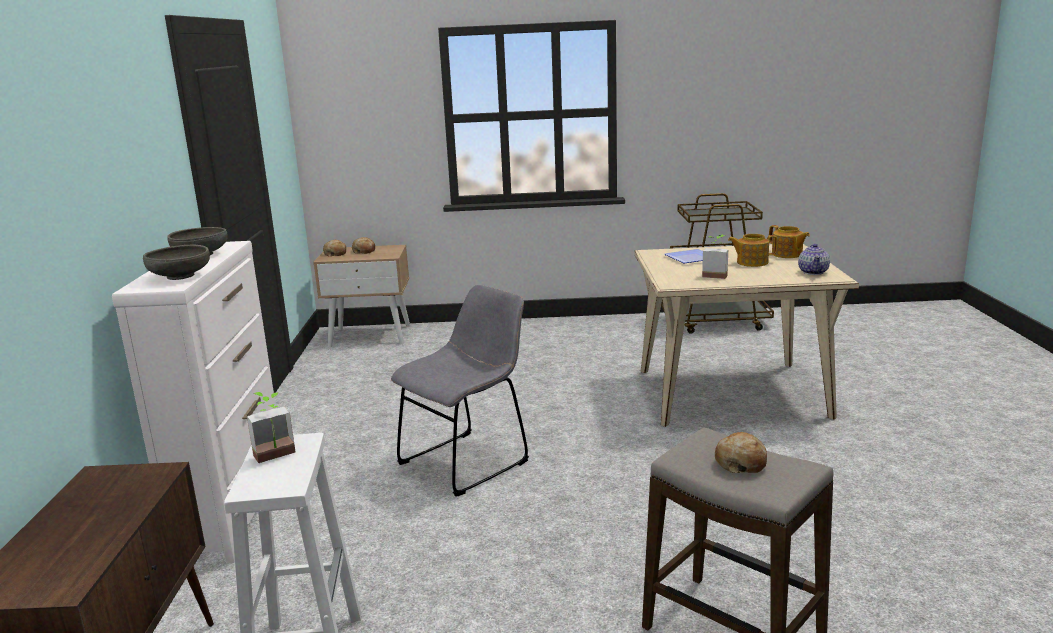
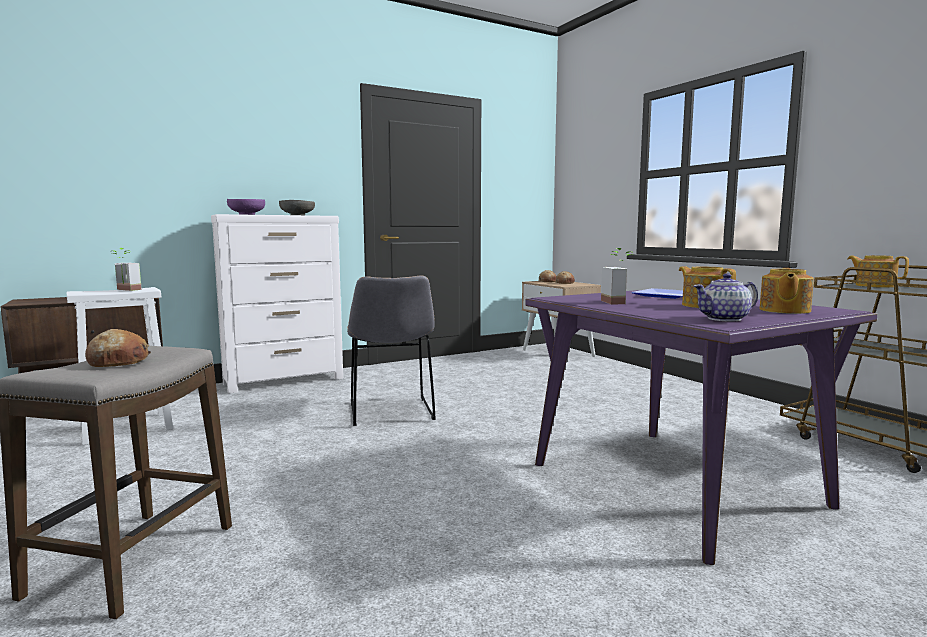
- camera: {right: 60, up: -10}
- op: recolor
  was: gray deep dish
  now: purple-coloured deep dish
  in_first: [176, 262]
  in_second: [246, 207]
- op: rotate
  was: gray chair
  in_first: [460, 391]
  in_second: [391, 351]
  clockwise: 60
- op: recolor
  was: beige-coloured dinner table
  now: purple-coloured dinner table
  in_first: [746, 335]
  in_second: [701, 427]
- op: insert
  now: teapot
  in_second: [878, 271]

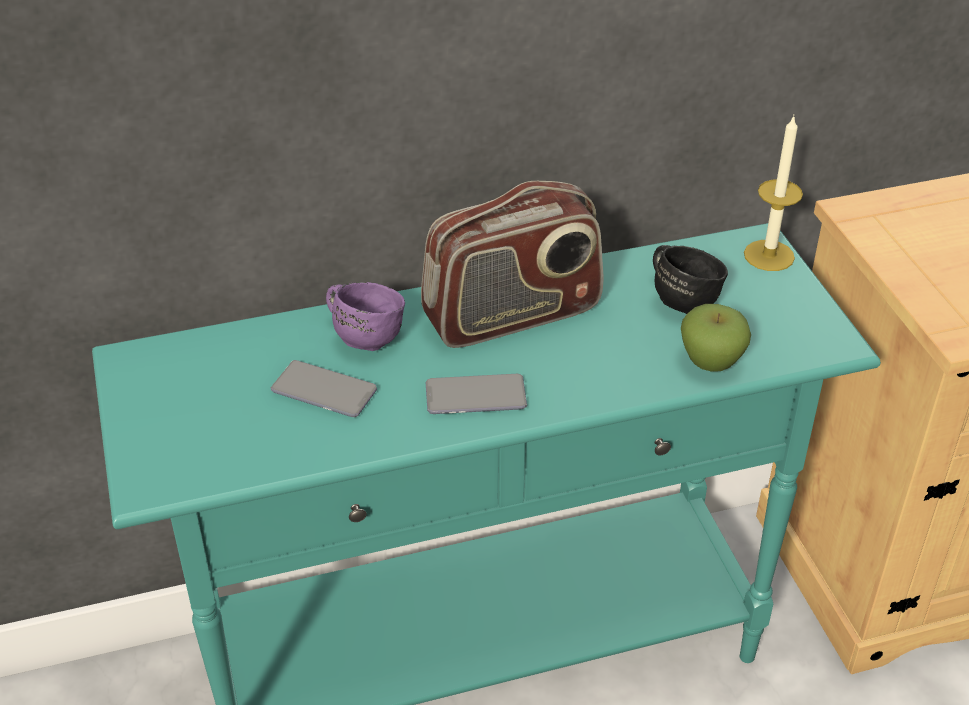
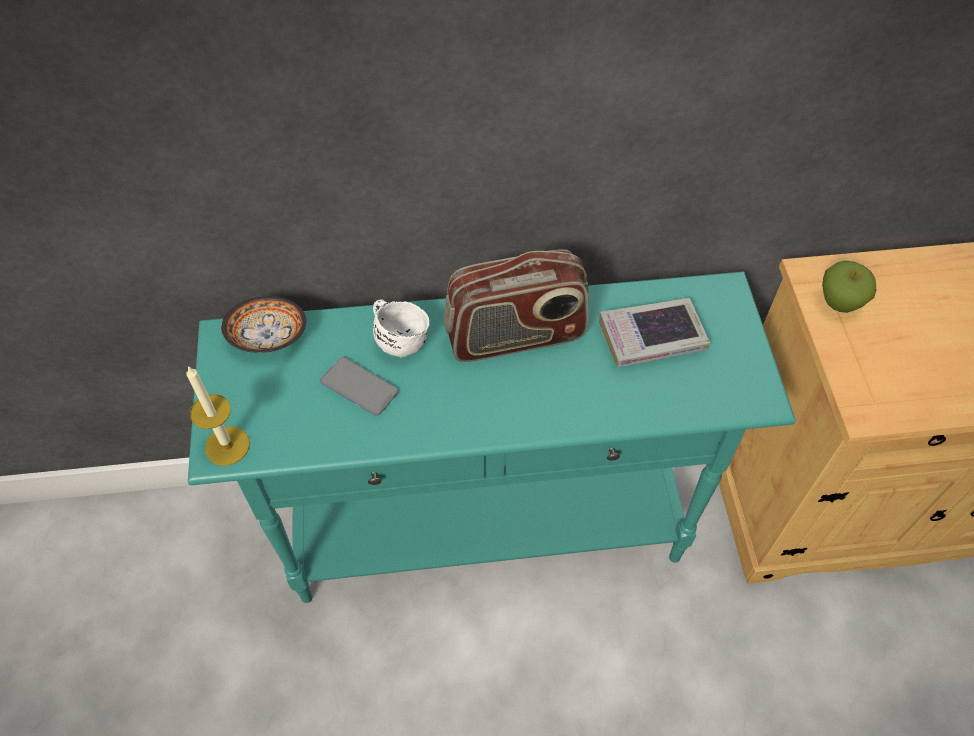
- camera: {right: 10, up: 15}
- op: move
  was: candle
  in_first: [773, 193]
  in_second: [218, 416]
- op: insert
  now: deep dish
  in_second: [263, 324]
- op: recolor
  was: purple-coloured coffee mug
  now: white coffee mug
  in_first: [365, 316]
  in_second: [401, 329]
- op: replace
  was: black coffee mug
  now: book
  in_first: [690, 279]
  in_second: [654, 332]
- op: move
  was: apple fruit
  in_first: [716, 338]
  in_second: [849, 286]
- op: delete
  was: telephone
  in_first: [476, 394]

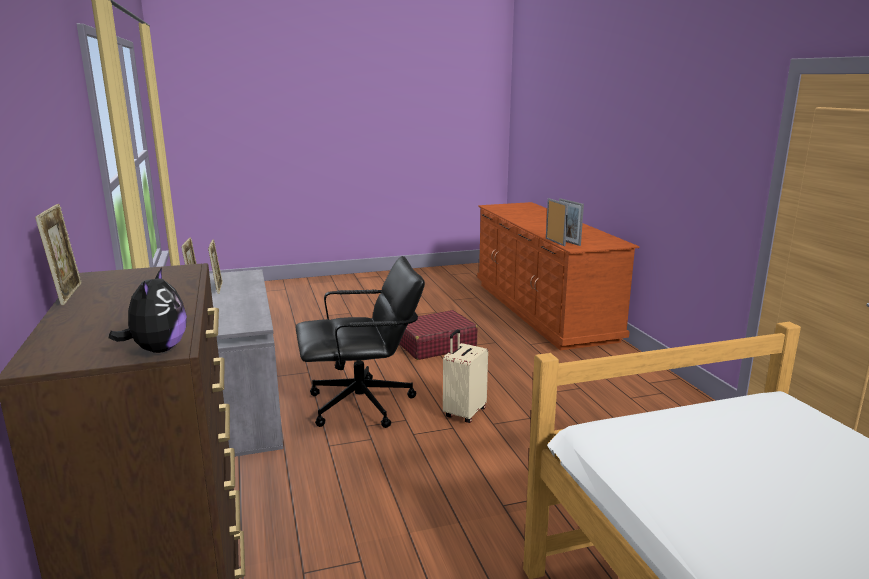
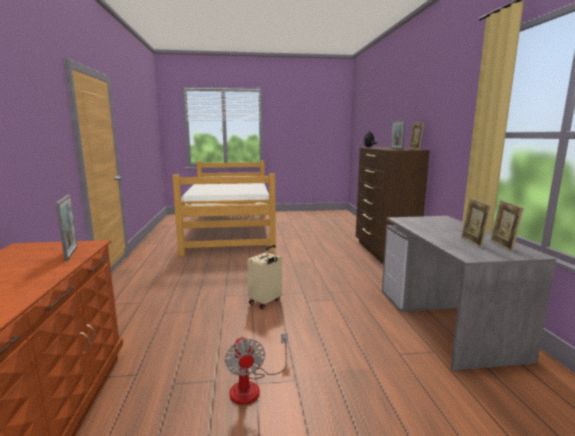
- camera: {right: -170, up: -5}
- op: replace
  was: reddish piece of luggage
  now: cooling fan
  in_first: [438, 335]
  in_second: [256, 369]
- op: move
  was: picture frame
  in_first: [557, 222]
  in_second: [398, 134]
- op: delete
  was: black desk chair
  in_first: [360, 342]

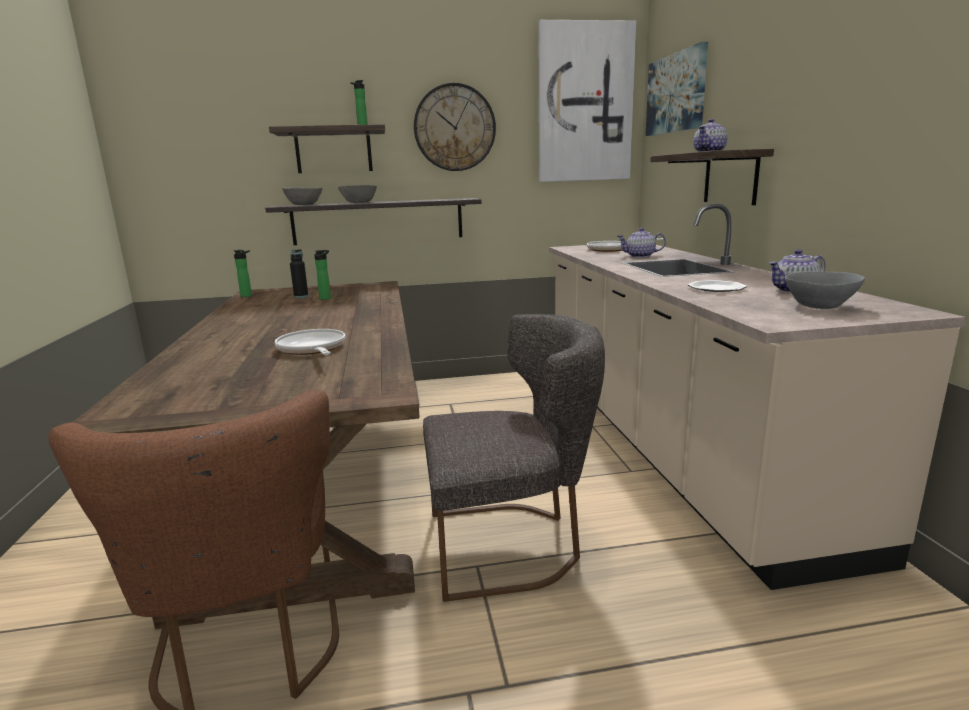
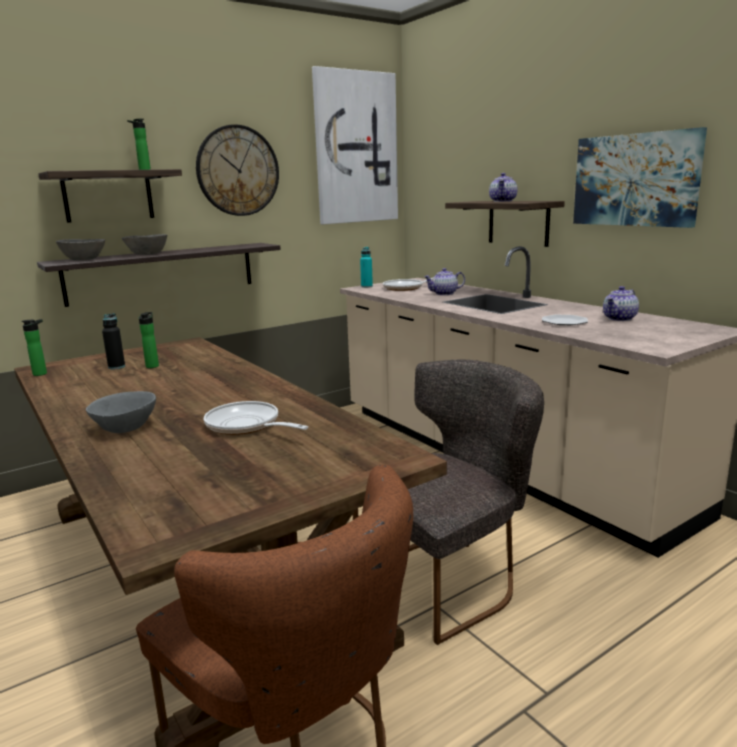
- camera: {right: -25, up: 0}
- op: move
  was: gray deep dish
  in_first: [825, 290]
  in_second: [121, 412]
- op: insert
  now: turquoise-coloured beverage bottle
  in_second: [366, 267]
- op: move
  was: picture
  in_first: [677, 89]
  in_second: [640, 177]

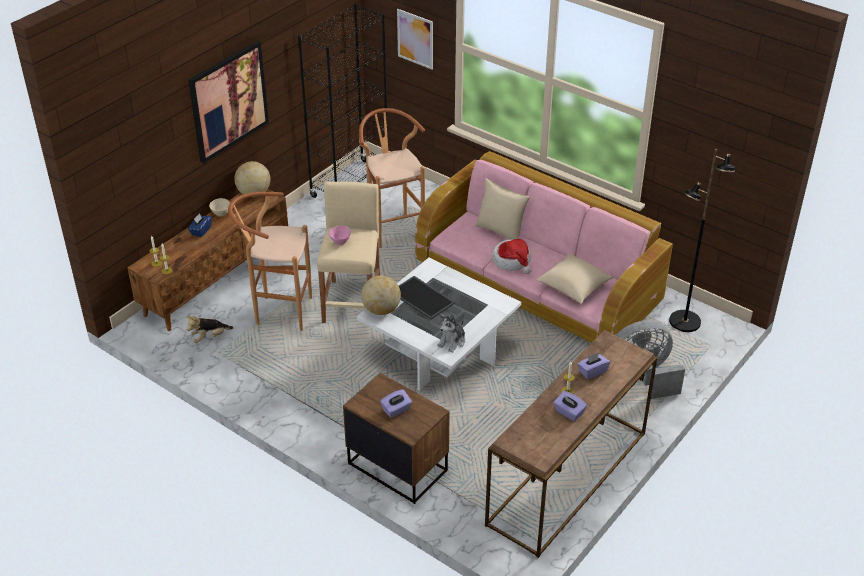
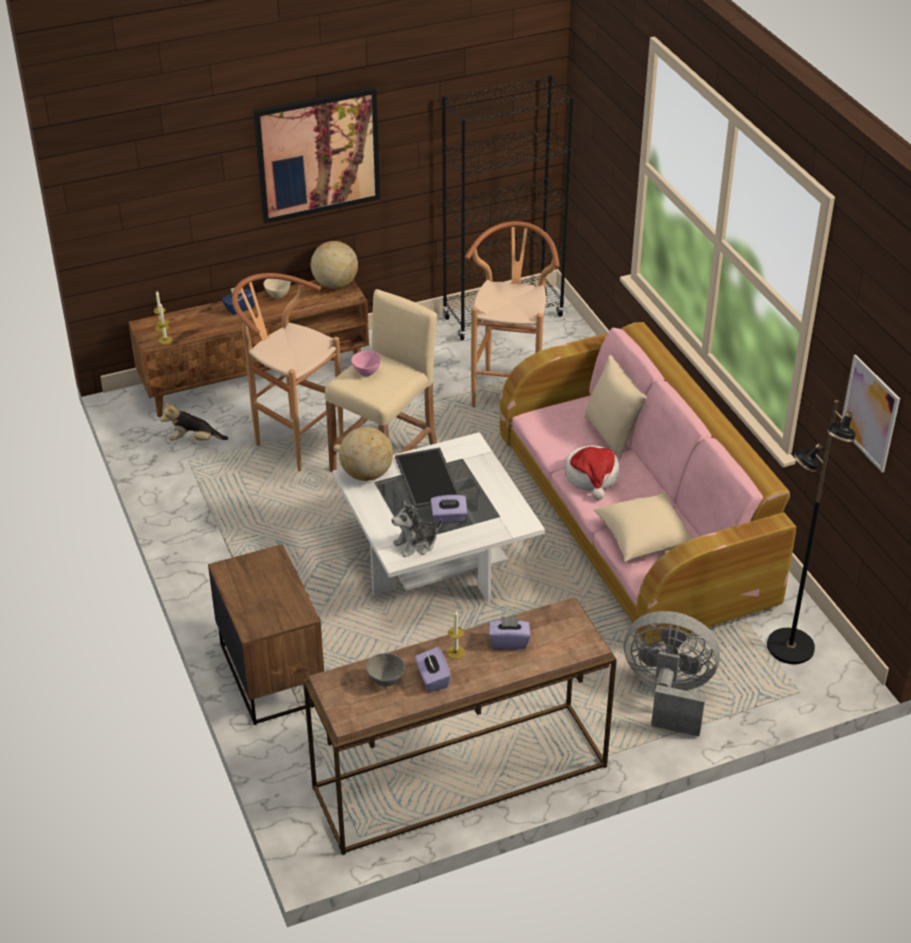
- camera: {right: 30, up: 0}
- op: insert
  now: gray deep dish
  in_second: [385, 670]
- op: move
  was: purple-coloured tissue box
  in_first: [396, 403]
  in_second: [449, 509]
- op: move
  was: picture
  in_first: [415, 39]
  in_second: [870, 413]

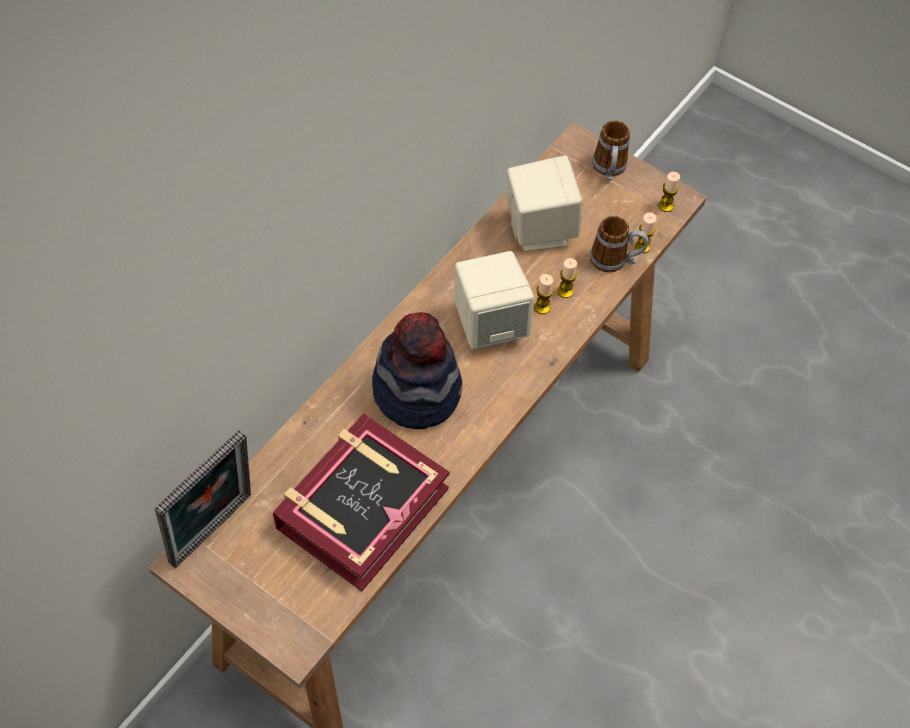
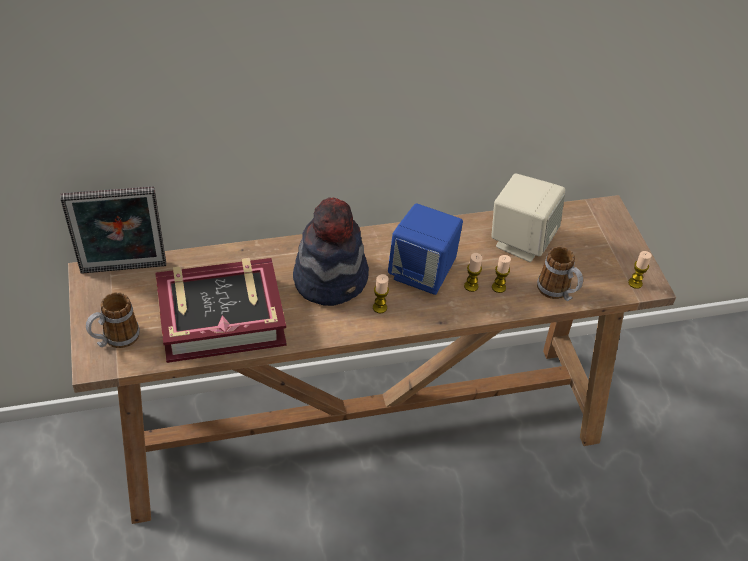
- camera: {right: 40, up: -10}
- op: move
  was: coffee mug
  in_first: [611, 150]
  in_second: [113, 320]
- op: move
  was: candle
  in_first: [646, 233]
  in_second: [381, 293]
- op: recolor
  was: beige-coloured speaker
  now: blue-coloured speaker
  in_first: [494, 300]
  in_second: [425, 249]

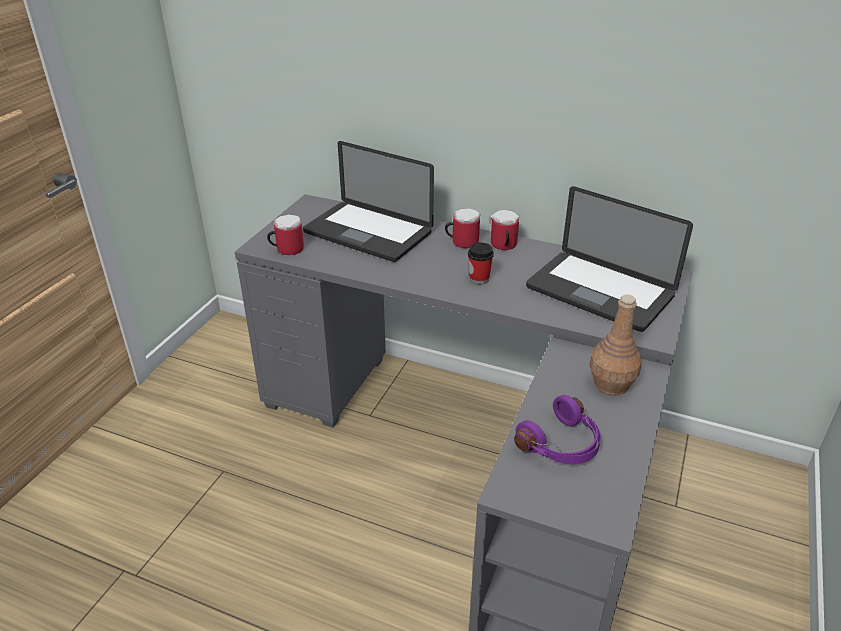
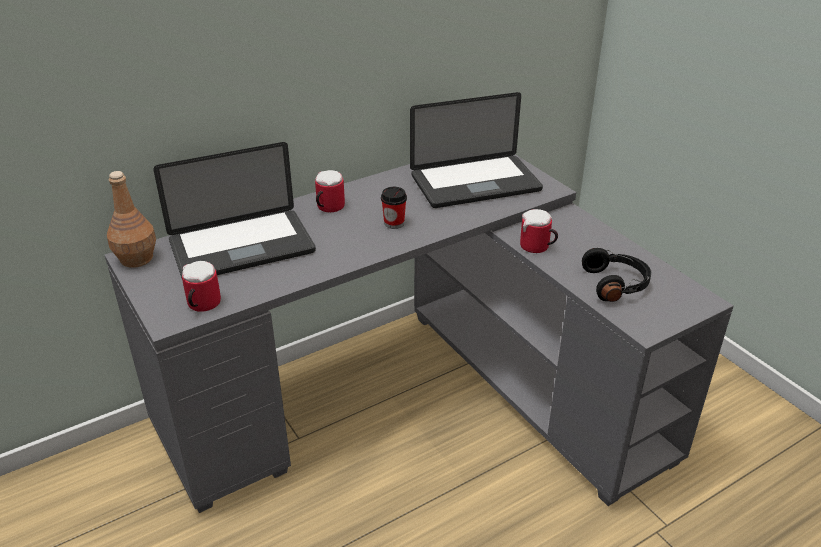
- camera: {right: -55, up: 0}
- op: move
  was: brown-coloured beverage bottle
  in_first: [615, 345]
  in_second: [131, 219]
- op: move
  was: coffee mug
  in_first: [504, 230]
  in_second: [539, 231]
- op: recolor
  was: purple-coloured pair of headphones
  now: black pair of headphones
  in_first: [557, 429]
  in_second: [616, 275]

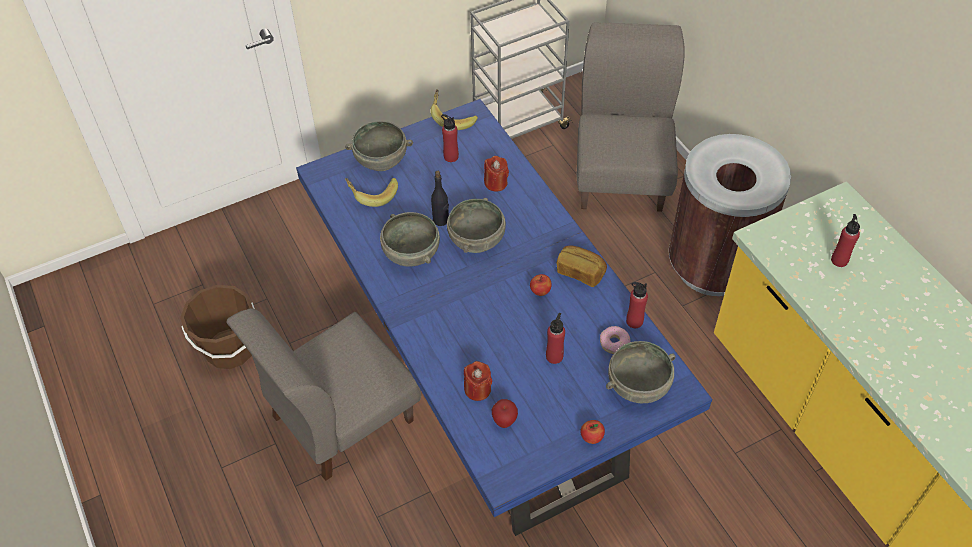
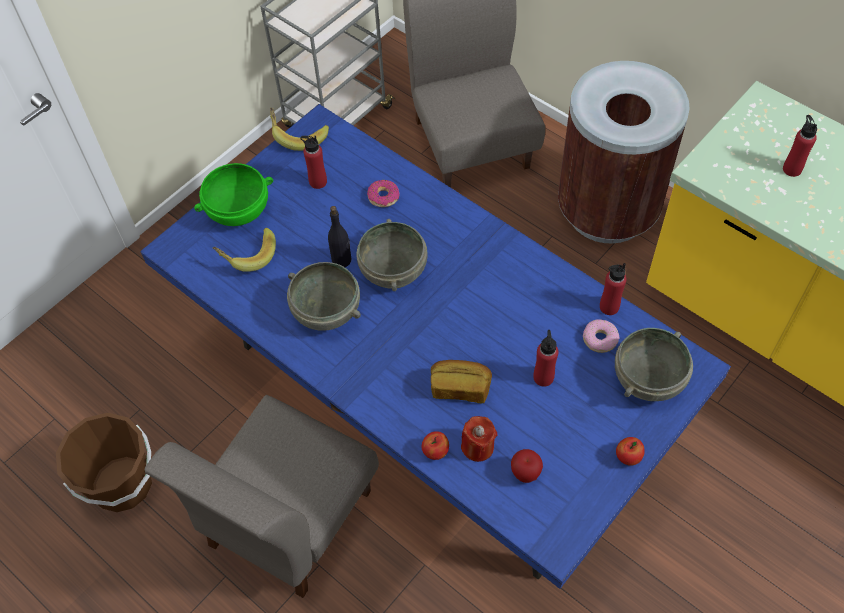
- camera: {right: -20, up: 5}
- op: recolor
  was: gray deep dish
  now: greenish deep dish
  in_first: [379, 146]
  in_second: [233, 194]
- op: replace
  was: reddish candle
  now: donut
  in_first: [496, 174]
  in_second: [383, 193]
- op: move
  was: apple fruit
  in_first: [541, 285]
  in_second: [435, 445]
- op: move
  was: bakery bread
  in_first: [582, 266]
  in_second: [461, 381]

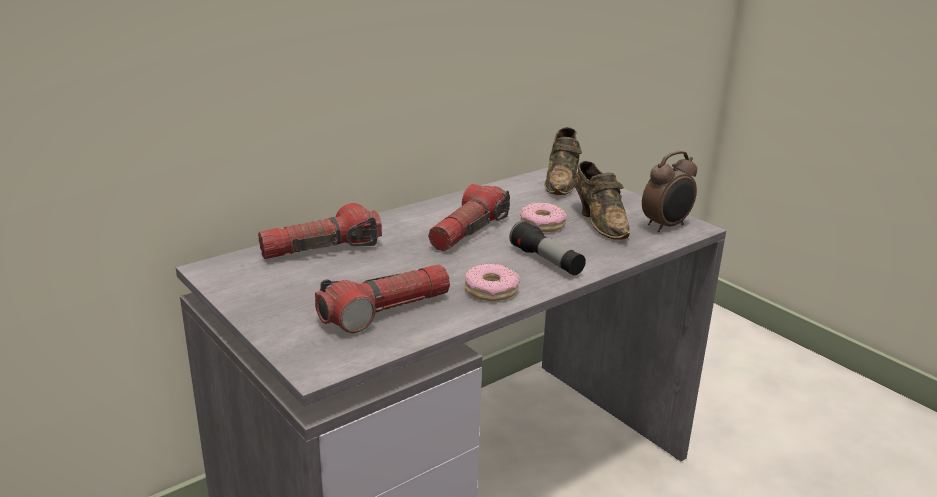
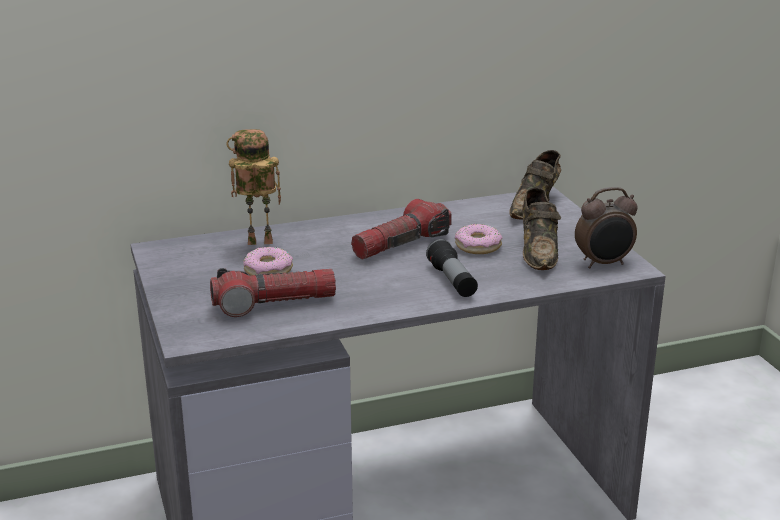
- camera: {right: 20, up: 0}
- op: replace
  was: torch
  now: toy robot
  in_first: [320, 231]
  in_second: [253, 187]
- op: move
  was: donut
  in_first: [492, 282]
  in_second: [268, 261]

